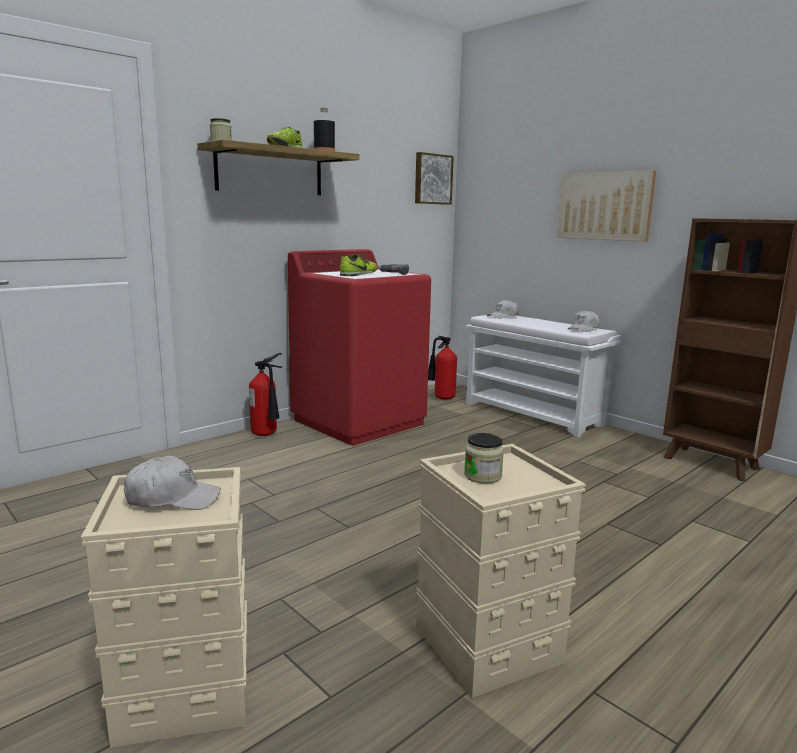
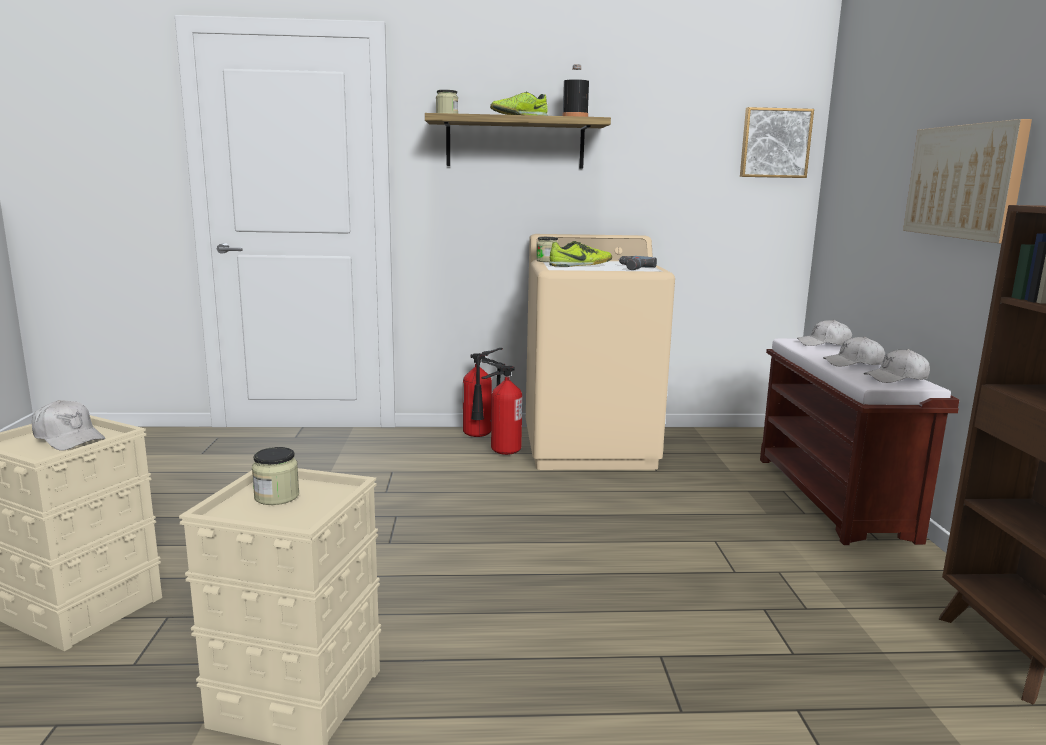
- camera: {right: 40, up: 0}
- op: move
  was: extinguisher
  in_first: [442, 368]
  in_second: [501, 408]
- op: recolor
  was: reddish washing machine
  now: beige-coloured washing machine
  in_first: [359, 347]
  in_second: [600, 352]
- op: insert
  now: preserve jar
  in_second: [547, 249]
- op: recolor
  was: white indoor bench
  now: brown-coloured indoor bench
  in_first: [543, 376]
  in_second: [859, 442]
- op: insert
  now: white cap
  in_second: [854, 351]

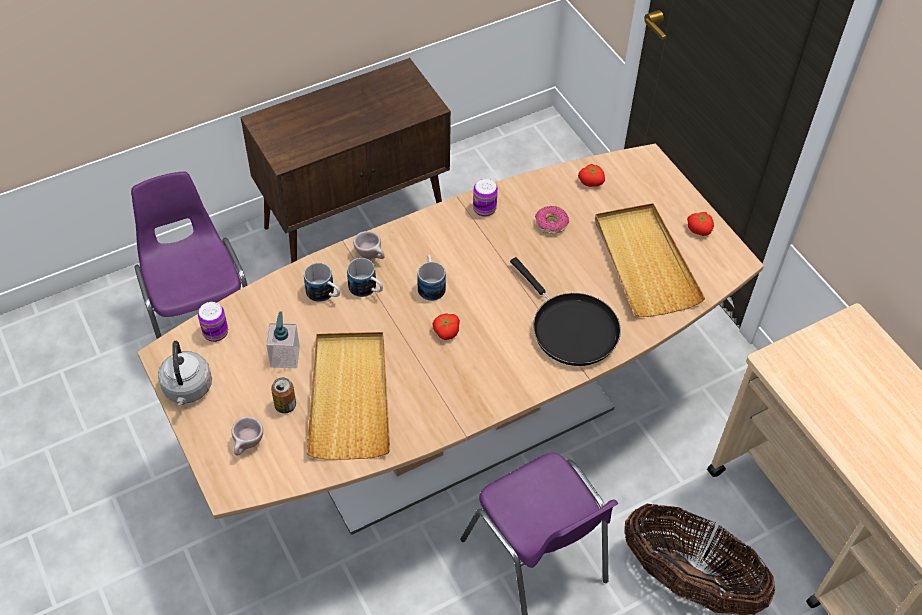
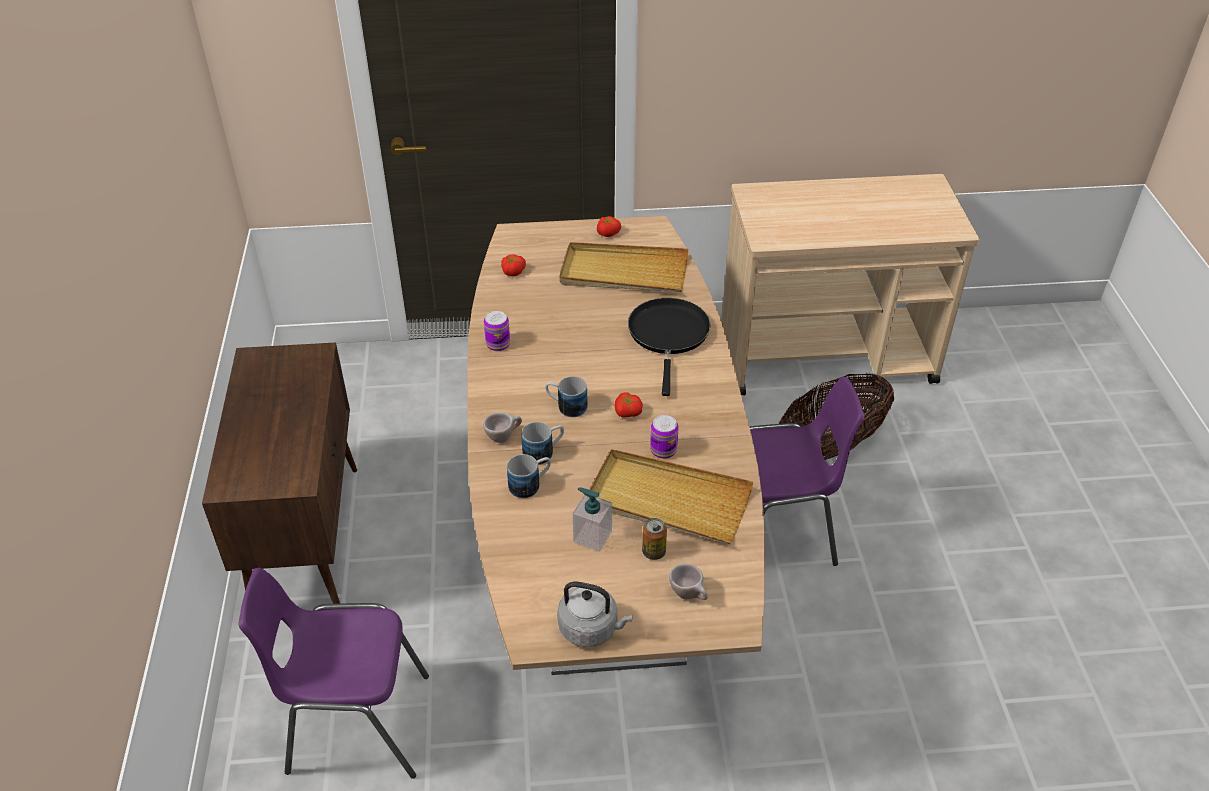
- camera: {right: -65, up: -10}
- op: rotate
  was: black frying pan
  in_first: [565, 311]
  in_second: [669, 347]
  clockwise: -75
- op: move
  was: can
  in_first: [213, 322]
  in_second: [664, 437]
- op: delete
  was: donut
  in_first: [552, 220]

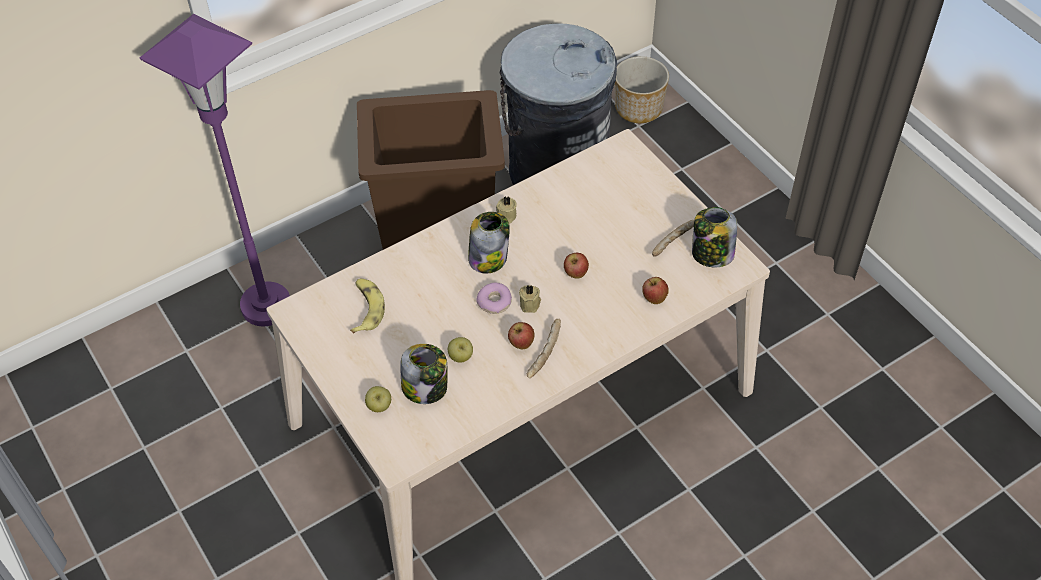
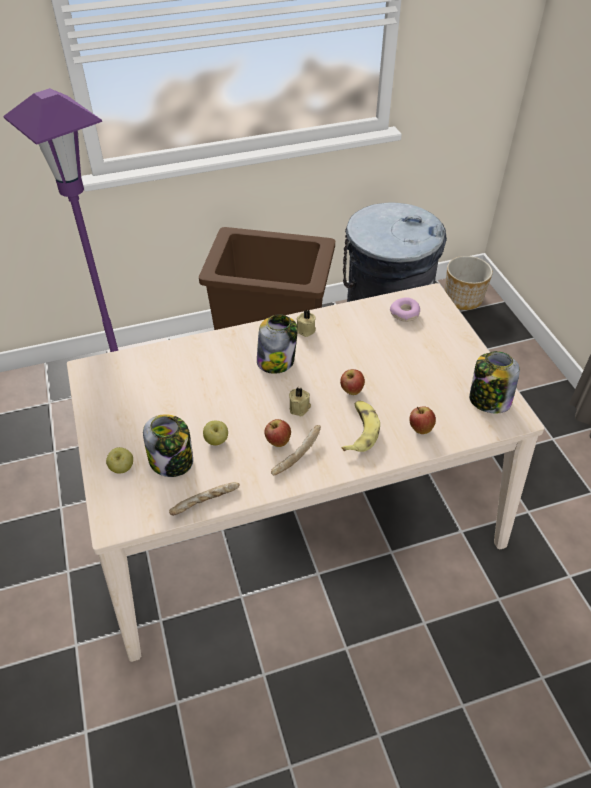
- camera: {right: 15, up: -5}
- op: move
  was: bakery bread
  in_first: [673, 238]
  in_second: [204, 499]
- op: move
  was: banana
  in_first: [367, 306]
  in_second: [360, 426]
- op: move
  was: donut
  in_first: [494, 298]
  in_second: [405, 309]

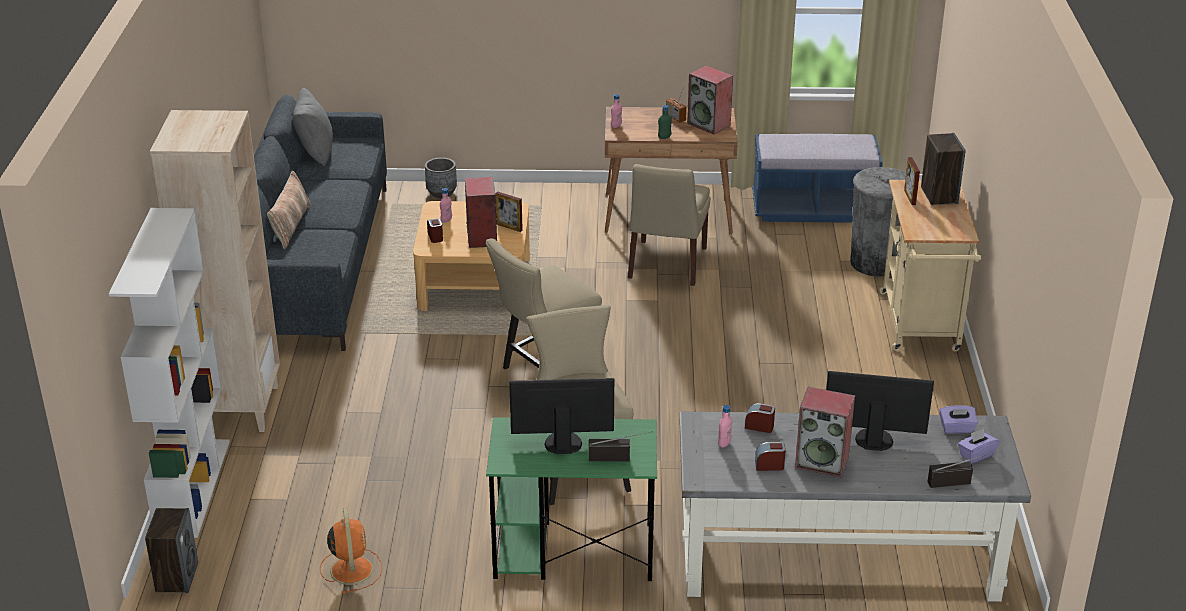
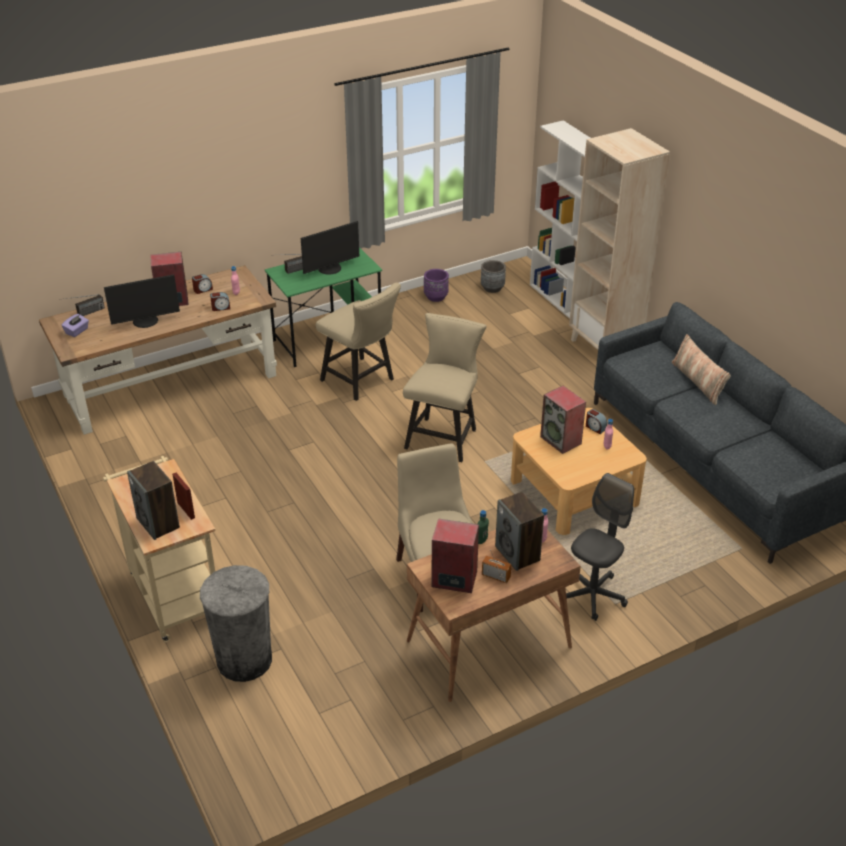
- camera: {right: 150, up: 5}
- op: recolor
  was: gray desk unit
  now: brown-coloured desk unit
  in_first: [855, 506]
  in_second: [158, 350]
- op: replace
  was: orange cooling fan
  now: purple-coloured flower pot
  in_first: [351, 551]
  in_second: [436, 285]
- op: move
  was: gray flower pot
  in_first: [441, 177]
  in_second: [493, 276]
- op: move
  was: speaker
  in_first: [171, 550]
  in_second: [519, 531]
- op: insert
  now: gray desk chair
  in_second: [600, 547]
- op: delete
  was: gray throw pillow
  in_first: [313, 127]
- op: delete
  was: picture frame
  in_first: [509, 212]
- op: delete
  was: blue-coloured indoor bench
  in_first: [817, 178]
- op: delete
  was: purple-coloured tissue box
  in_first: [958, 419]

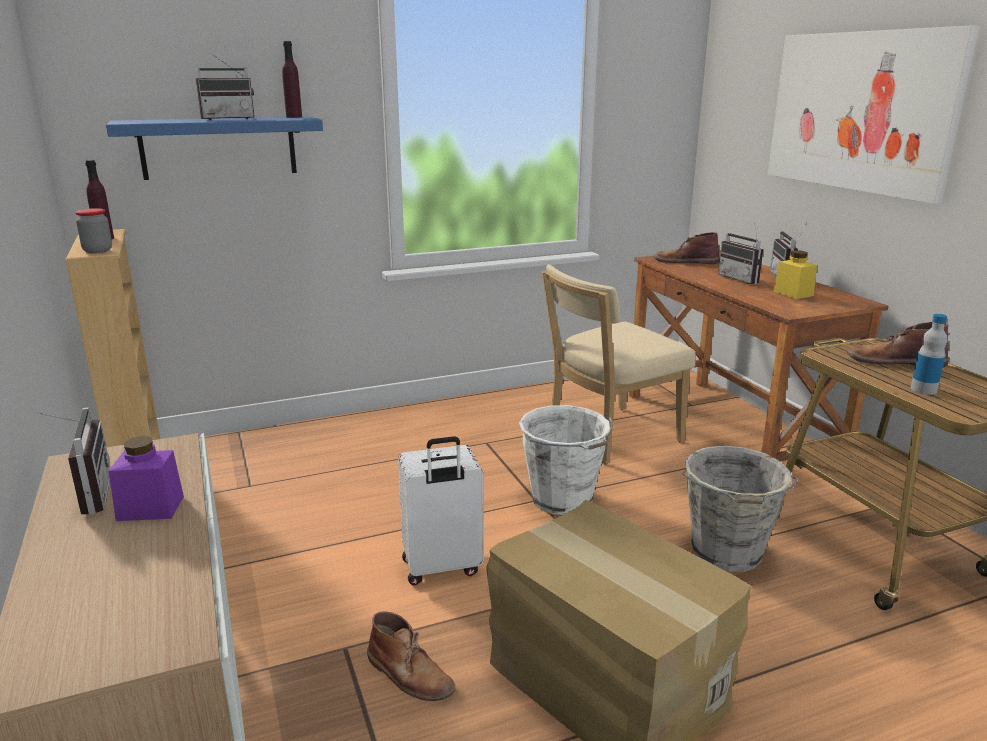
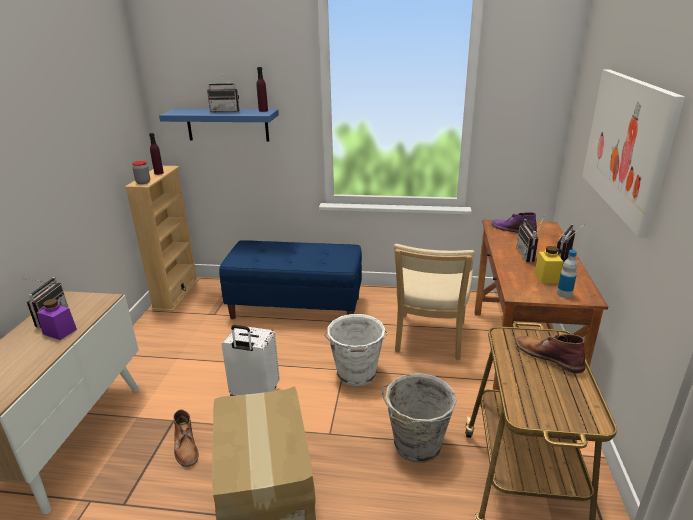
- camera: {right: 30, up: 5}
- op: insert
  now: blue-coloured indoor bench
  in_second: [290, 279]
- op: rotate
  was: beige-coloured chair
  in_first: [618, 364]
  in_second: [434, 302]
  clockwise: -75
- op: recolor
  was: brown-coloured boot
  now: purple-coloured boot
  in_first: [686, 248]
  in_second: [514, 222]
- op: move
  was: beverage bottle
  in_first: [929, 354]
  in_second: [567, 274]

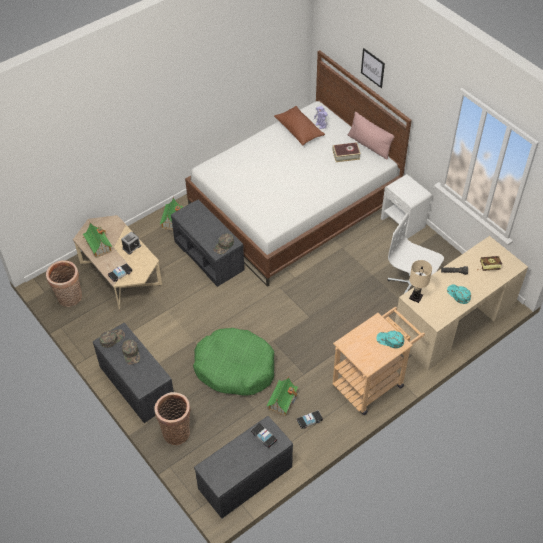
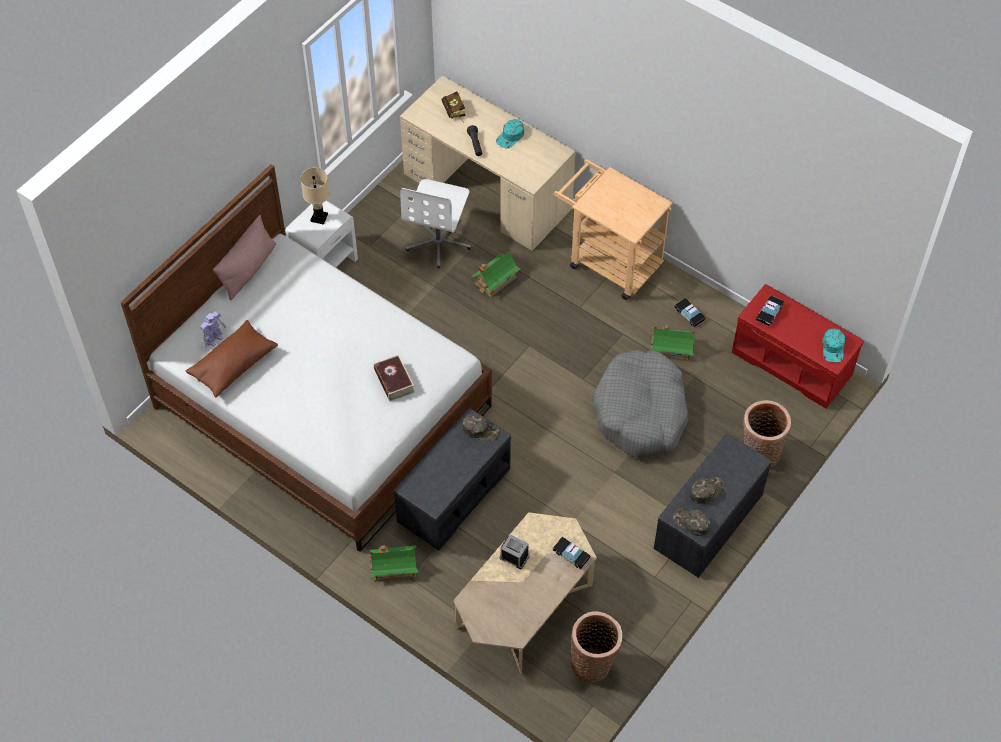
- camera: {right: -105, up: 5}
- op: move
  was: beige-coloured tabletop lamp
  in_first: [420, 281]
  in_second: [314, 196]
- op: move
  was: book
  in_first: [347, 152]
  in_second: [394, 378]
- op: move
  was: miniature house
  in_first: [97, 240]
  in_second: [495, 273]
- op: recolor
  was: greenish dog bed
  now: gray dog bed
  in_first: [233, 362]
  in_second: [640, 404]
- op: recolor
  was: gray indoor bench
  now: reddish indoor bench
  in_first: [243, 467]
  in_second: [798, 346]
- op: move
  was: turquoise-coloured cap
  in_first: [390, 339]
  in_second: [833, 345]
- op: delete
  was: picture
  in_first: [373, 68]

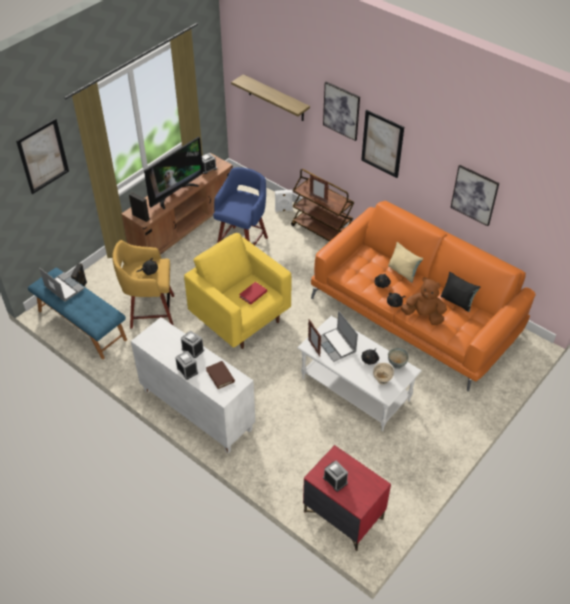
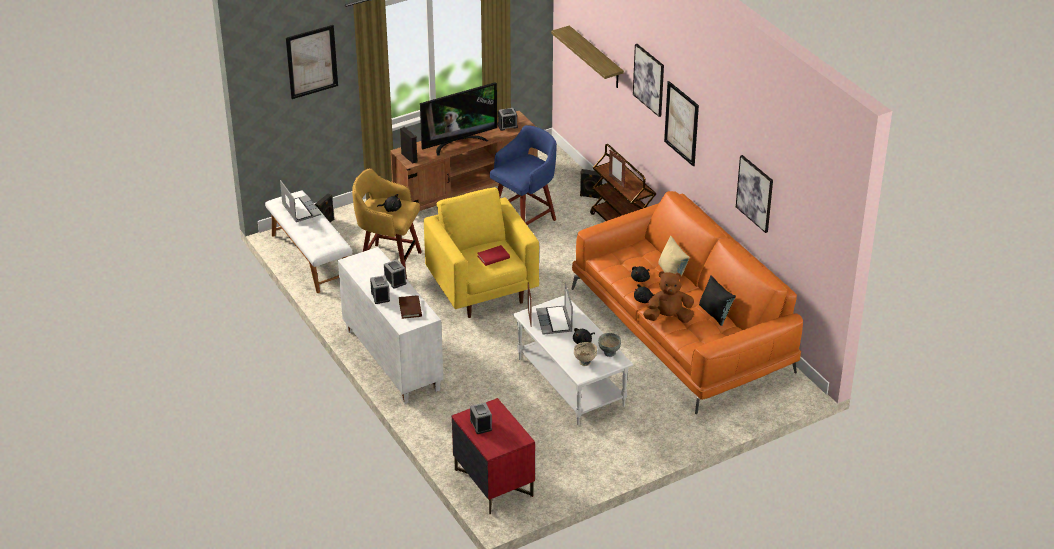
- camera: {right: 20, up: -10}
- op: recolor
  was: blue-coloured indoor bench
  now: white indoor bench
  in_first: [77, 313]
  in_second: [308, 242]
- op: recolor
  was: white speaker
  now: black speaker
  in_first: [284, 201]
  in_second: [591, 184]
- op: rotate
  was: brown-coloured plush toy
  in_first: [424, 301]
  in_second: [668, 297]
  clockwise: -45

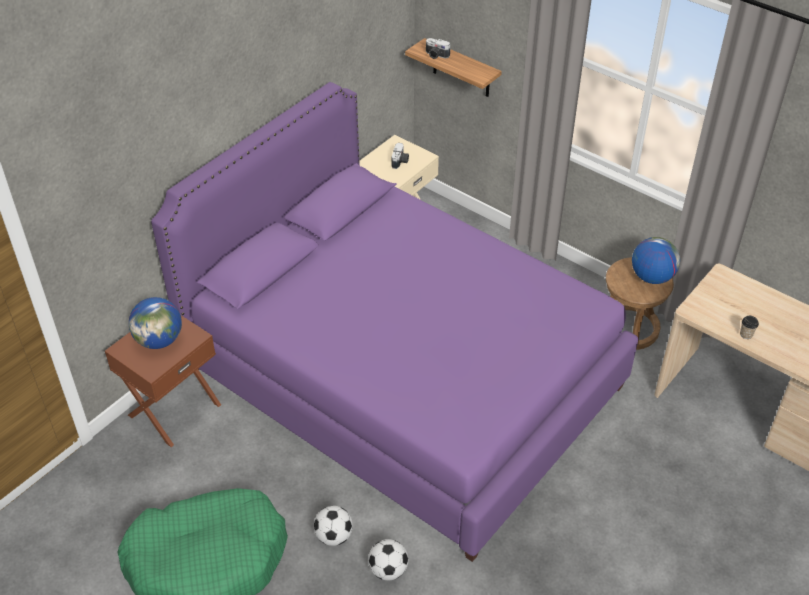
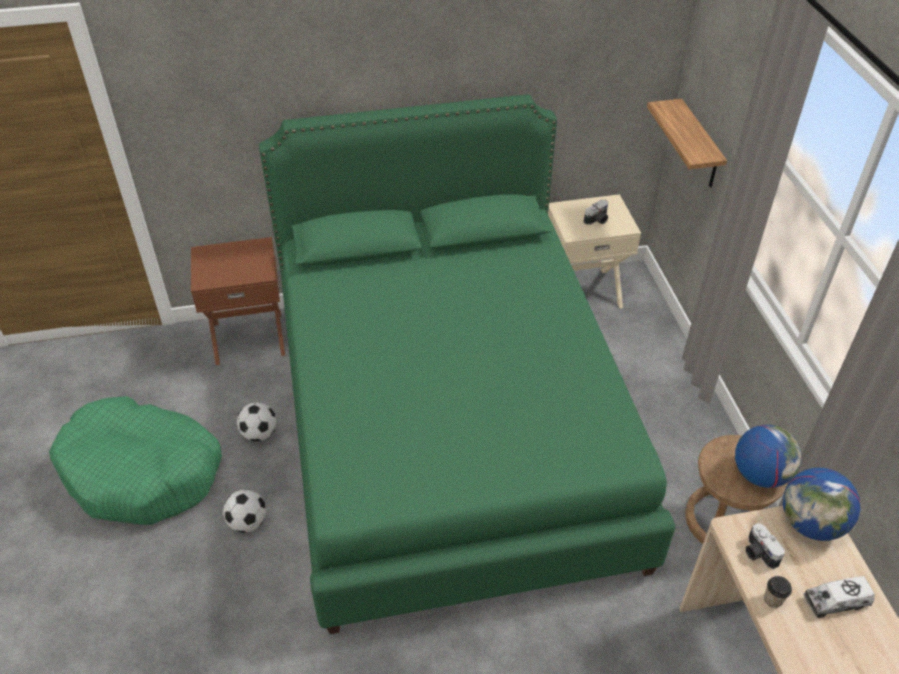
- camera: {right: 40, up: 0}
- op: move
  was: football
  in_first: [388, 560]
  in_second: [257, 421]
- op: recolor
  was: purple-coloured sleeping bed
  now: greenish sleeping bed
  in_first: [394, 322]
  in_second: [467, 364]
- op: move
  was: photo camera
  in_first: [438, 48]
  in_second: [765, 546]
- op: move
  was: desk globe
  in_first: [155, 323]
  in_second: [821, 504]
- op: insert
  now: toy truck
  in_second: [839, 597]

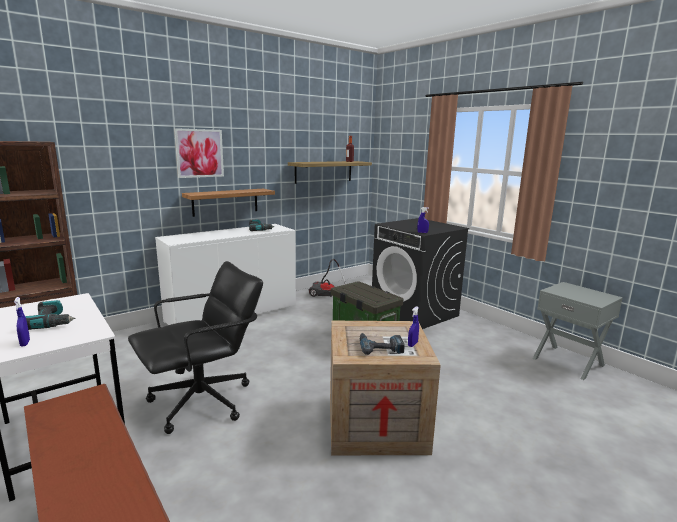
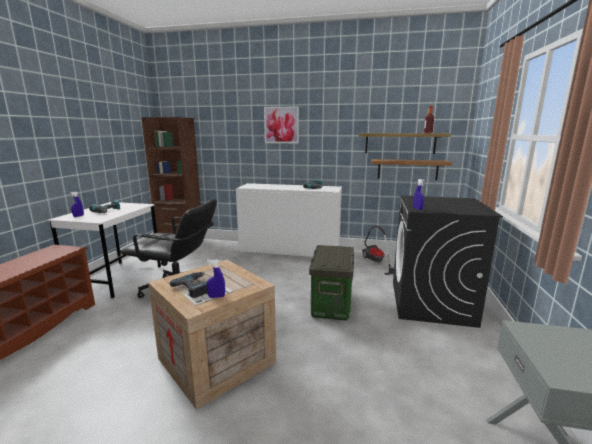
- camera: {right: 50, up: 0}
- op: move
  was: bracket shelf
  in_first: [228, 203]
  in_second: [412, 169]

